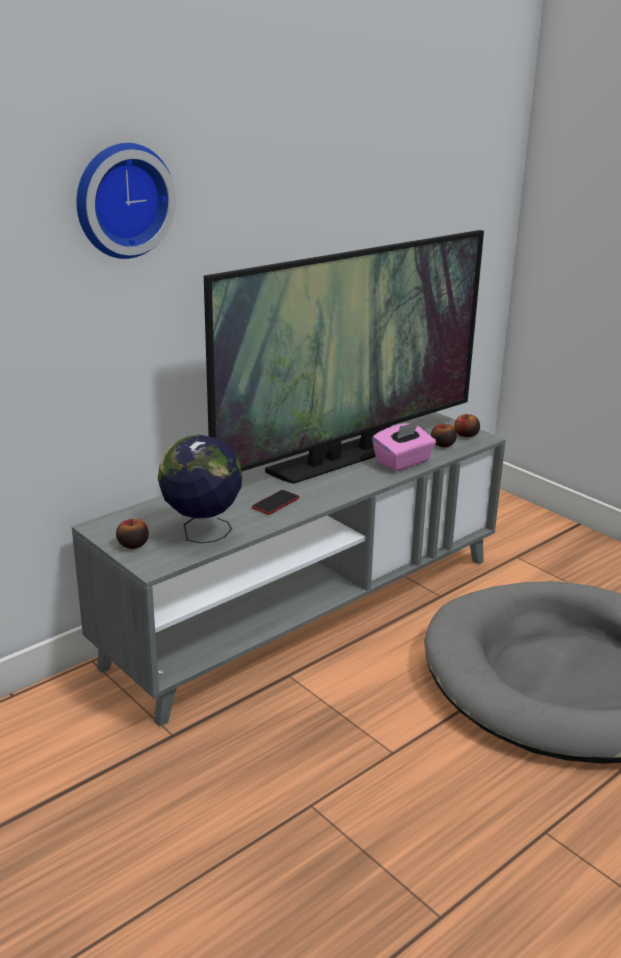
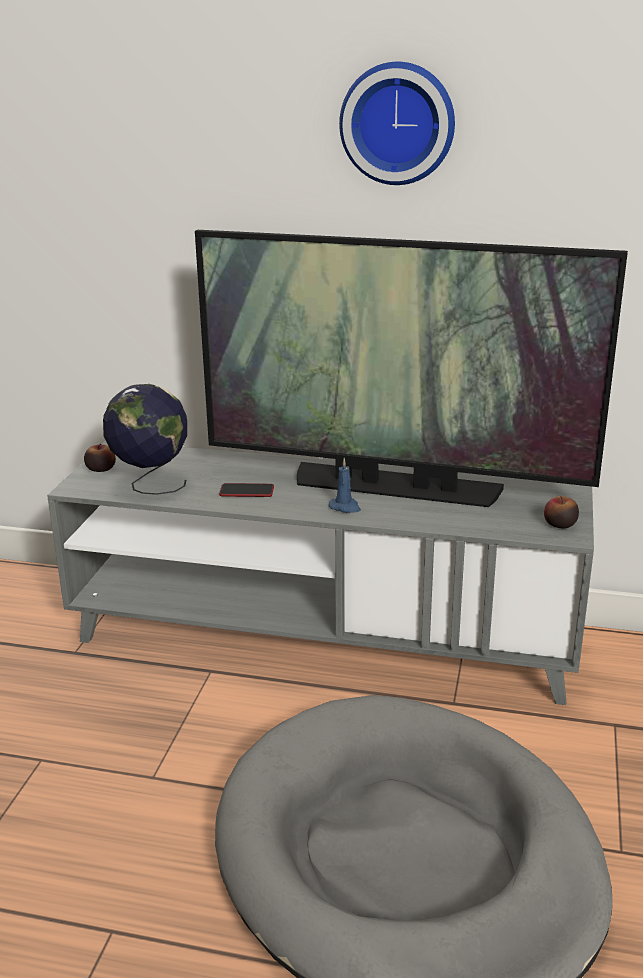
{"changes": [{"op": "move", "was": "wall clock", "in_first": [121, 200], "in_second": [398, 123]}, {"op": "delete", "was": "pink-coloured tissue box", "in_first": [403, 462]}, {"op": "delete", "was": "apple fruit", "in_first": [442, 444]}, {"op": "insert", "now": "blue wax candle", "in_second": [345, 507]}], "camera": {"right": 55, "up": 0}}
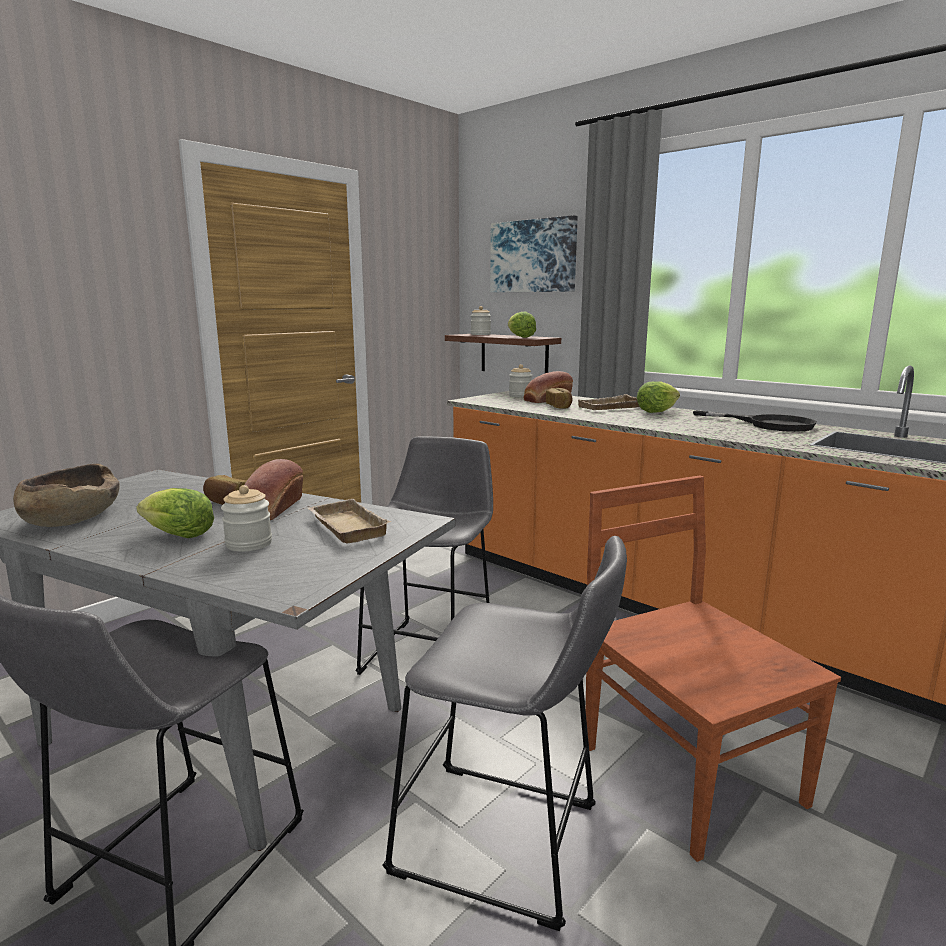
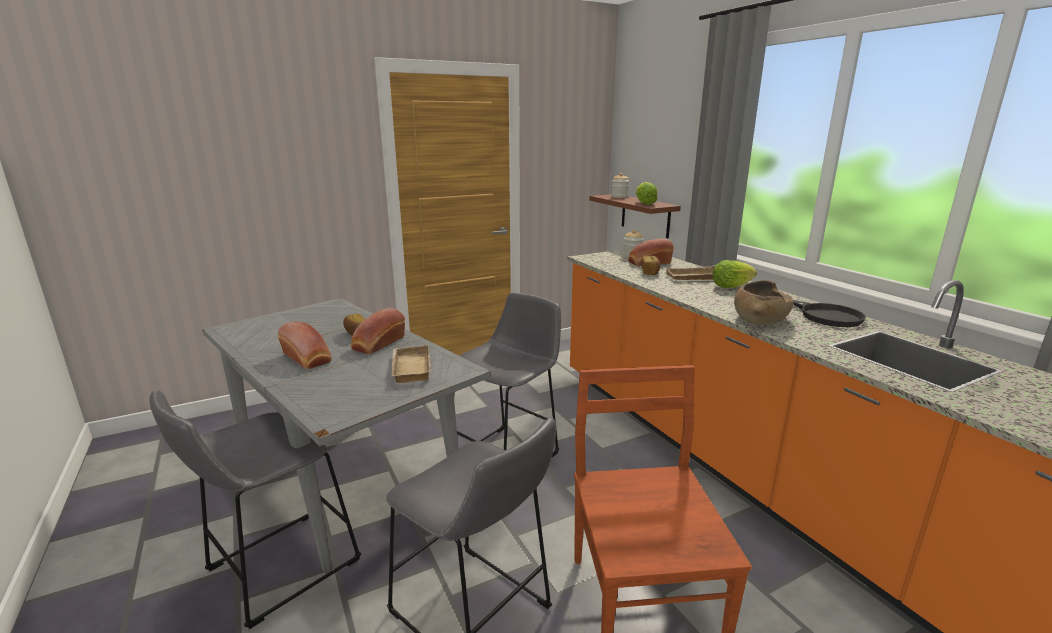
{"changes": [{"op": "delete", "was": "wall picture", "in_first": [533, 256]}, {"op": "move", "was": "brown-coloured deep dish", "in_first": [72, 517], "in_second": [760, 318]}, {"op": "delete", "was": "jar", "in_first": [249, 544]}, {"op": "replace", "was": "lettuce", "now": "bread", "in_first": [179, 535], "in_second": [308, 358]}], "camera": {"right": 20, "up": 5}}
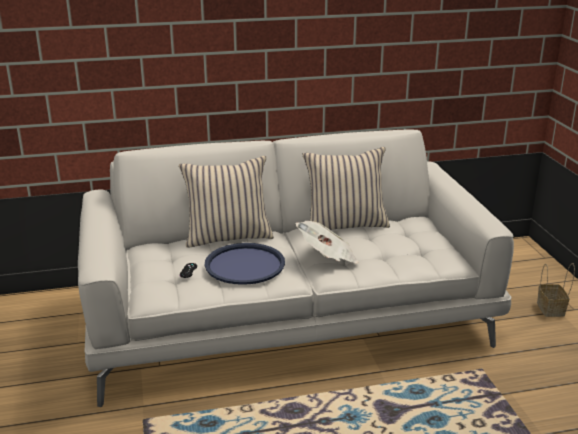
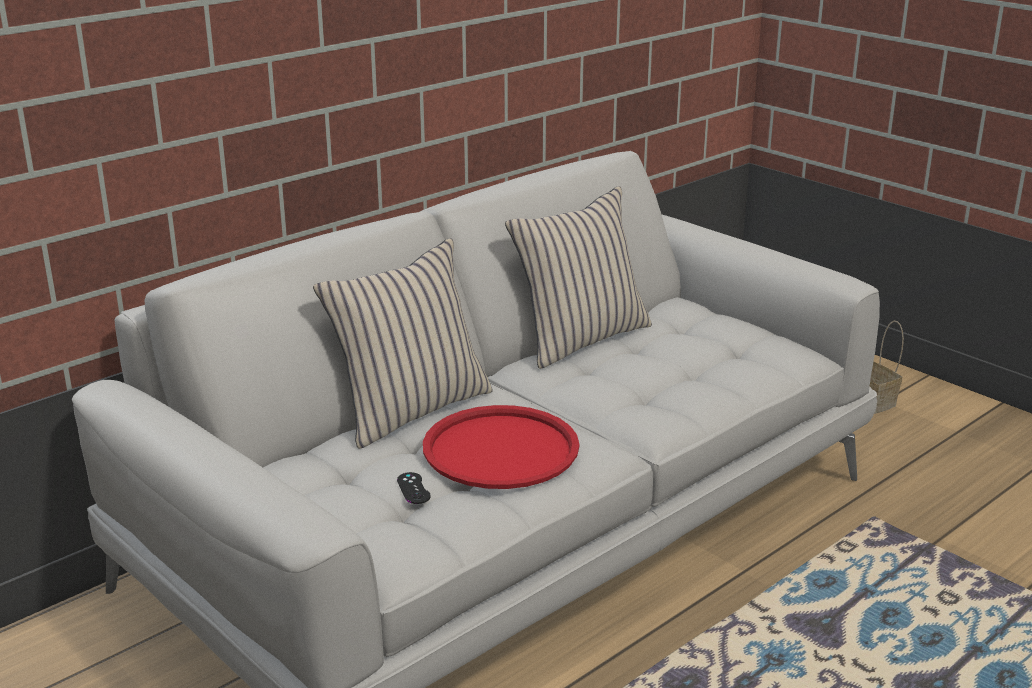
{"changes": [{"op": "delete", "was": "printed paper", "in_first": [327, 257]}, {"op": "recolor", "was": "blue serving tray", "now": "red serving tray", "in_first": [245, 265], "in_second": [501, 449]}], "camera": {"right": -30, "up": 0}}
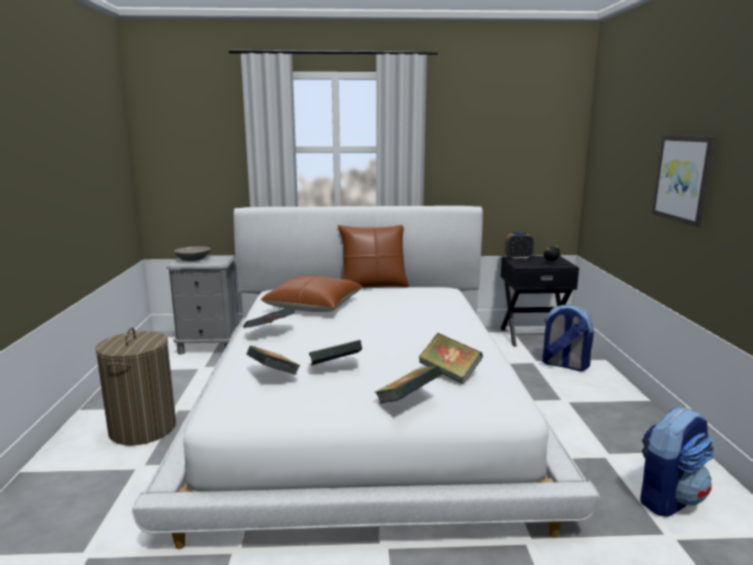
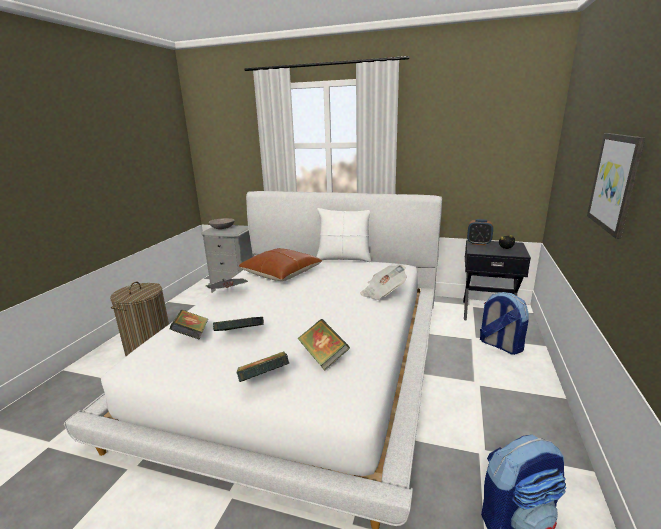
{"changes": [{"op": "recolor", "was": "brown-coloured pillow", "now": "white pillow", "in_first": [373, 286], "in_second": [344, 258]}, {"op": "insert", "now": "printed paper", "in_second": [383, 293]}], "camera": {"right": 20, "up": 5}}
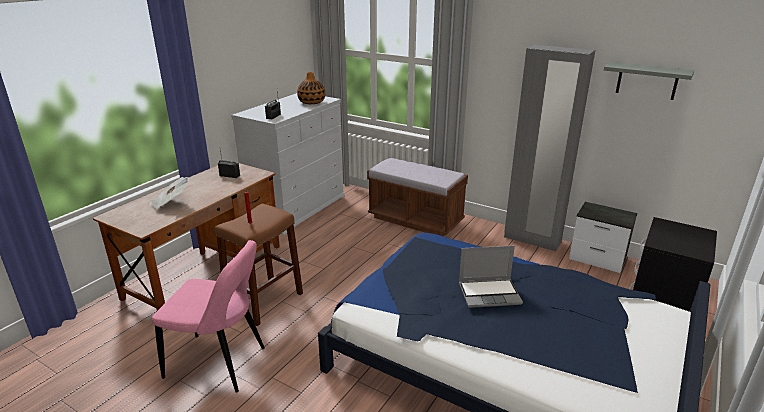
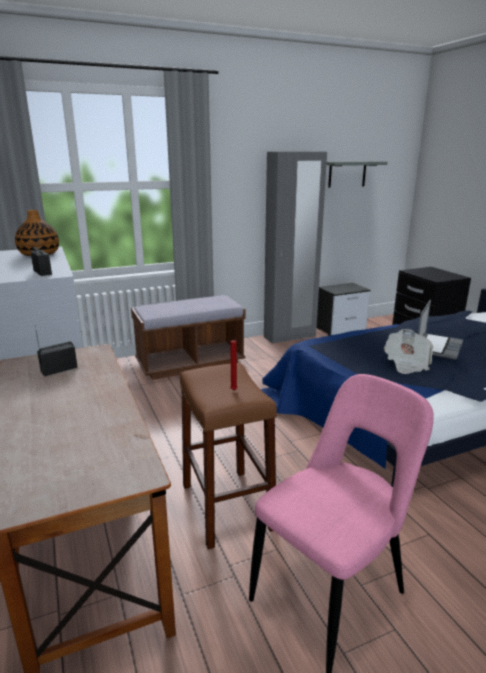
{"changes": [{"op": "move", "was": "printed paper", "in_first": [170, 203], "in_second": [406, 364]}], "camera": {"right": -55, "up": -5}}
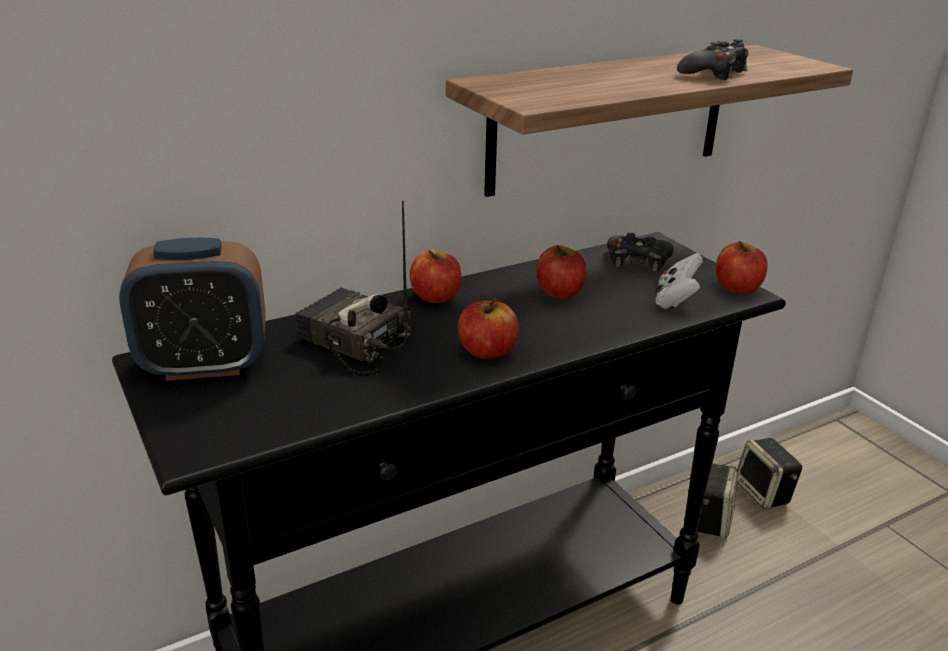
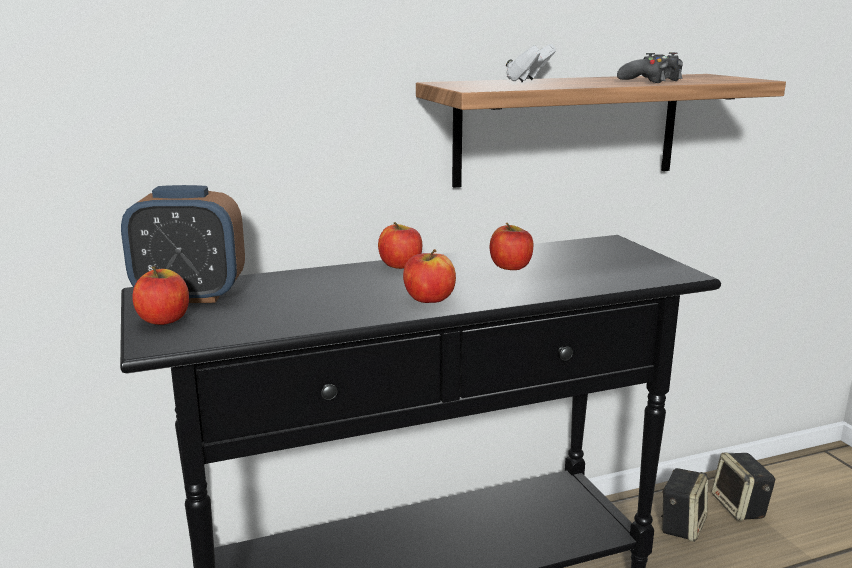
{"changes": [{"op": "delete", "was": "radio receiver", "in_first": [353, 343]}, {"op": "delete", "was": "black-coloured game controller", "in_first": [637, 261]}, {"op": "move", "was": "apple fruit", "in_first": [737, 288], "in_second": [164, 319]}, {"op": "move", "was": "white game controller", "in_first": [675, 300], "in_second": [529, 81]}], "camera": {"right": 10, "up": -10}}
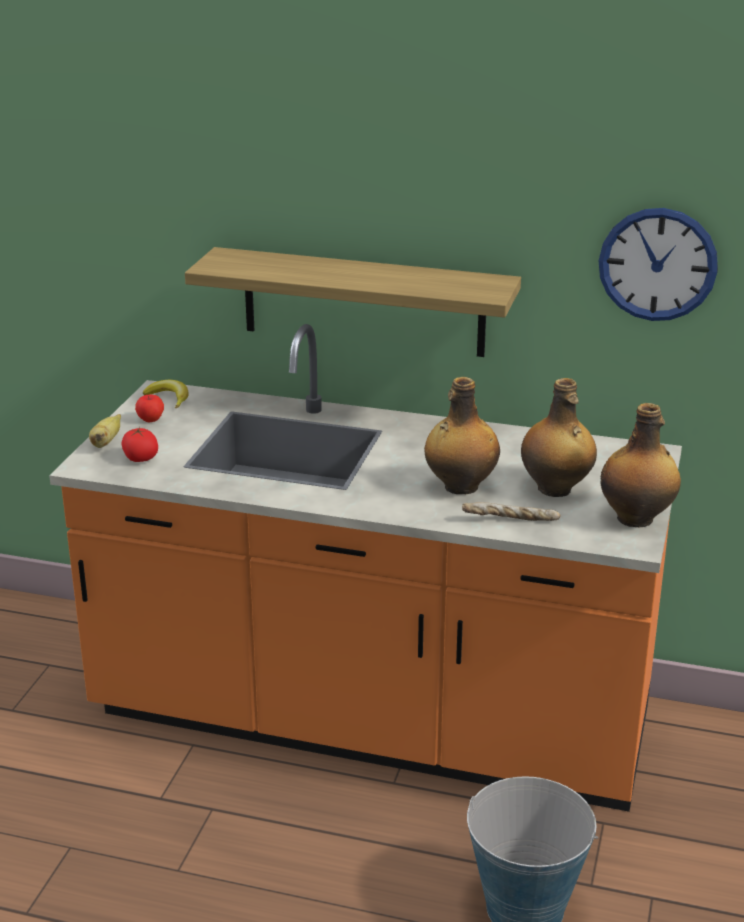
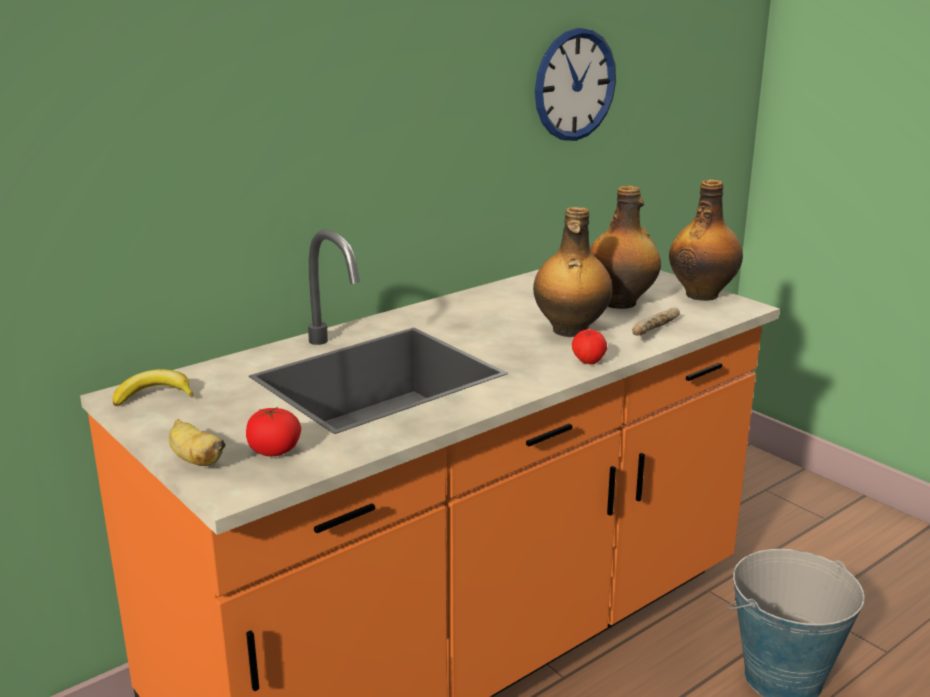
{"changes": [{"op": "delete", "was": "bracket shelf", "in_first": [363, 302]}, {"op": "move", "was": "apple fruit", "in_first": [150, 419], "in_second": [588, 361]}], "camera": {"right": -55, "up": -5}}
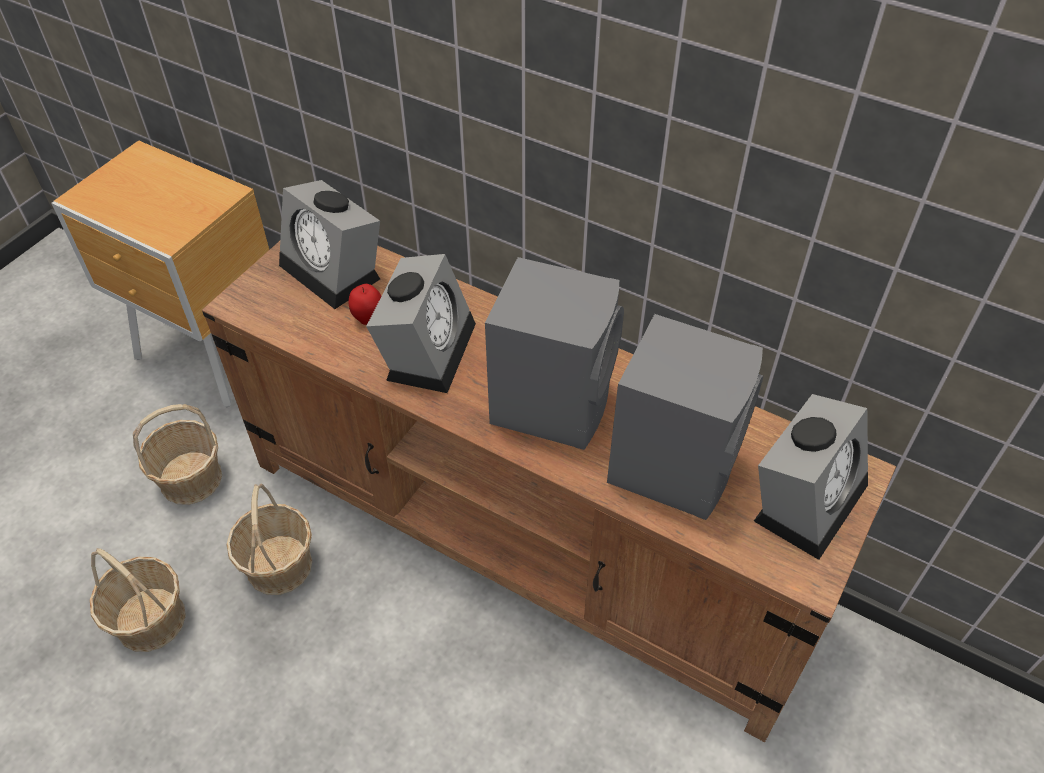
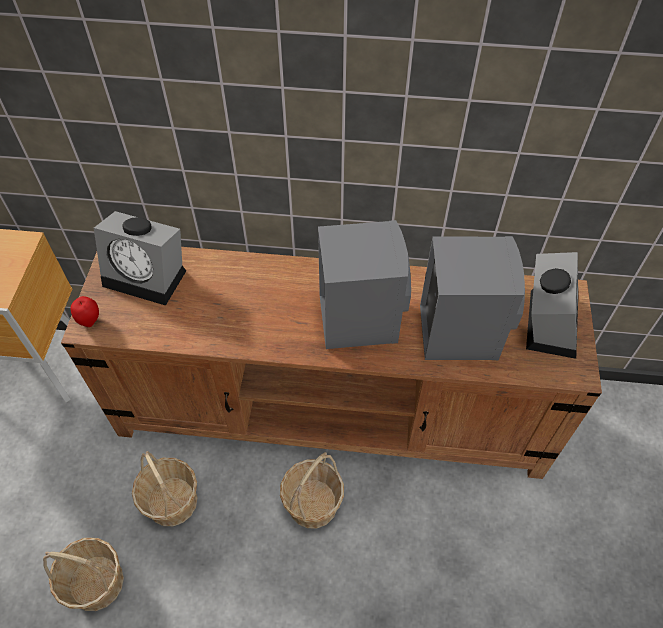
{"changes": [{"op": "delete", "was": "alarm clock", "in_first": [427, 347]}, {"op": "move", "was": "apple fruit", "in_first": [368, 318], "in_second": [90, 320]}, {"op": "move", "was": "storage basket", "in_first": [190, 479], "in_second": [312, 503]}], "camera": {"right": -25, "up": 5}}
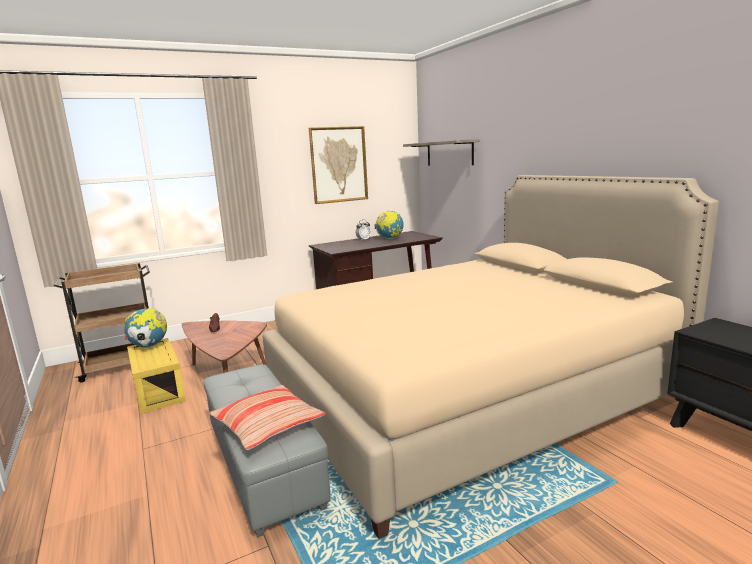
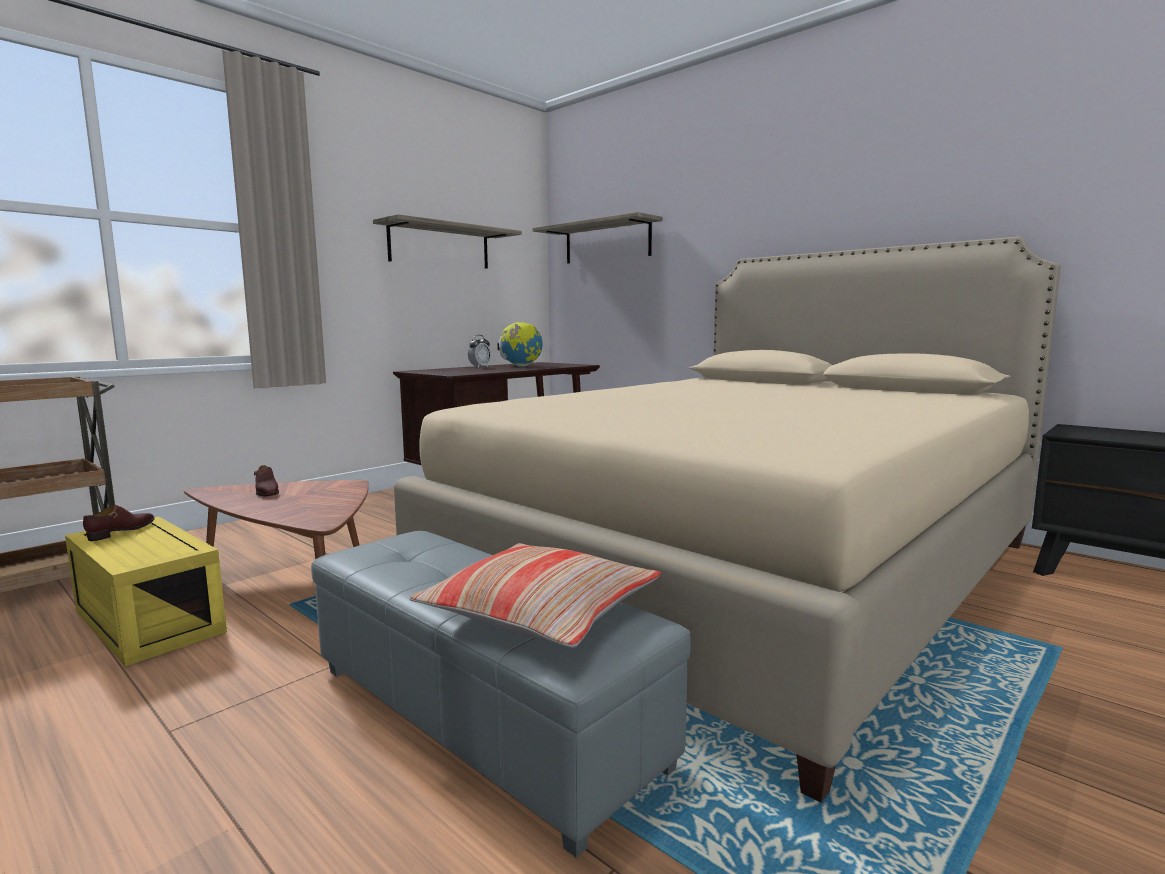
{"changes": [{"op": "replace", "was": "wall picture", "now": "bracket shelf", "in_first": [338, 164], "in_second": [440, 246]}, {"op": "replace", "was": "globe", "now": "brown-coloured item of footwear", "in_first": [149, 346], "in_second": [122, 531]}], "camera": {"right": -20, "up": -5}}
